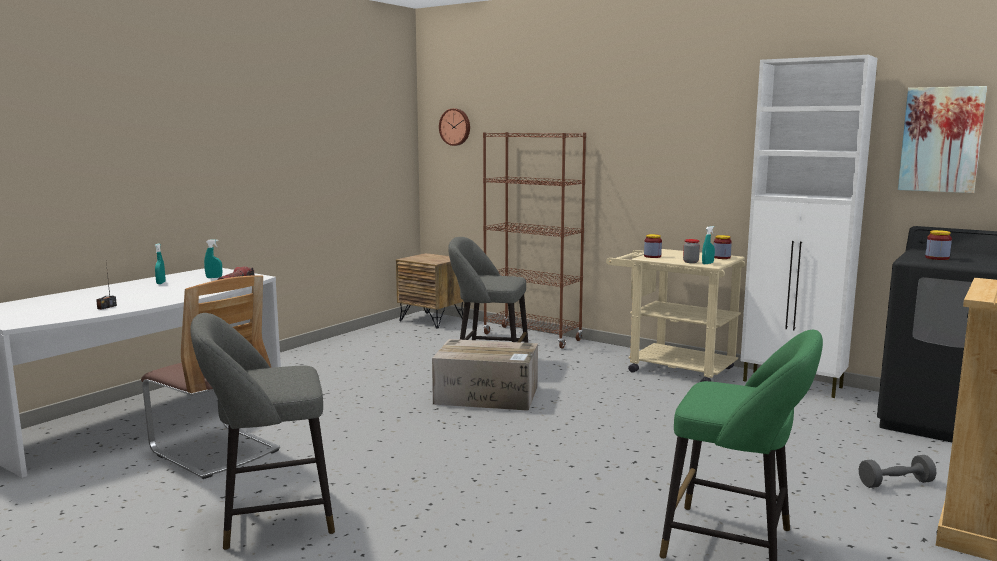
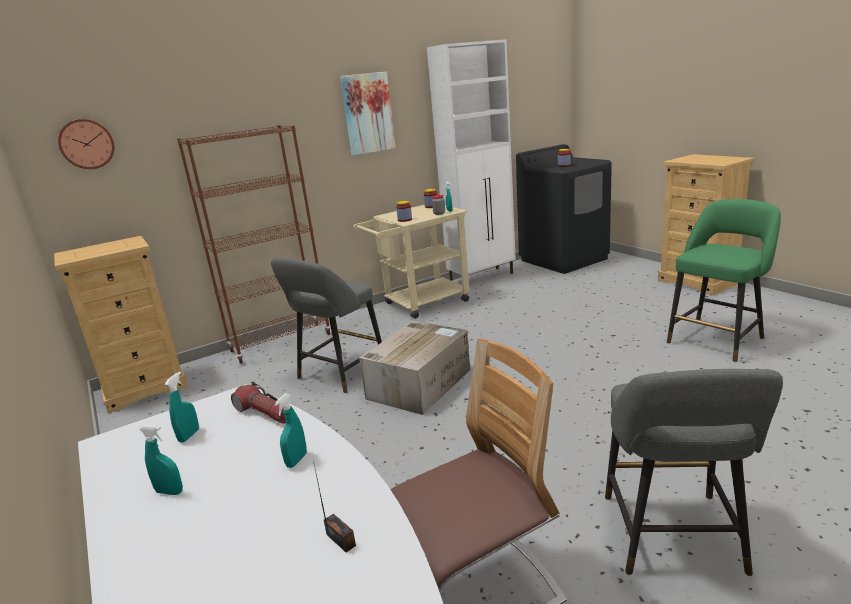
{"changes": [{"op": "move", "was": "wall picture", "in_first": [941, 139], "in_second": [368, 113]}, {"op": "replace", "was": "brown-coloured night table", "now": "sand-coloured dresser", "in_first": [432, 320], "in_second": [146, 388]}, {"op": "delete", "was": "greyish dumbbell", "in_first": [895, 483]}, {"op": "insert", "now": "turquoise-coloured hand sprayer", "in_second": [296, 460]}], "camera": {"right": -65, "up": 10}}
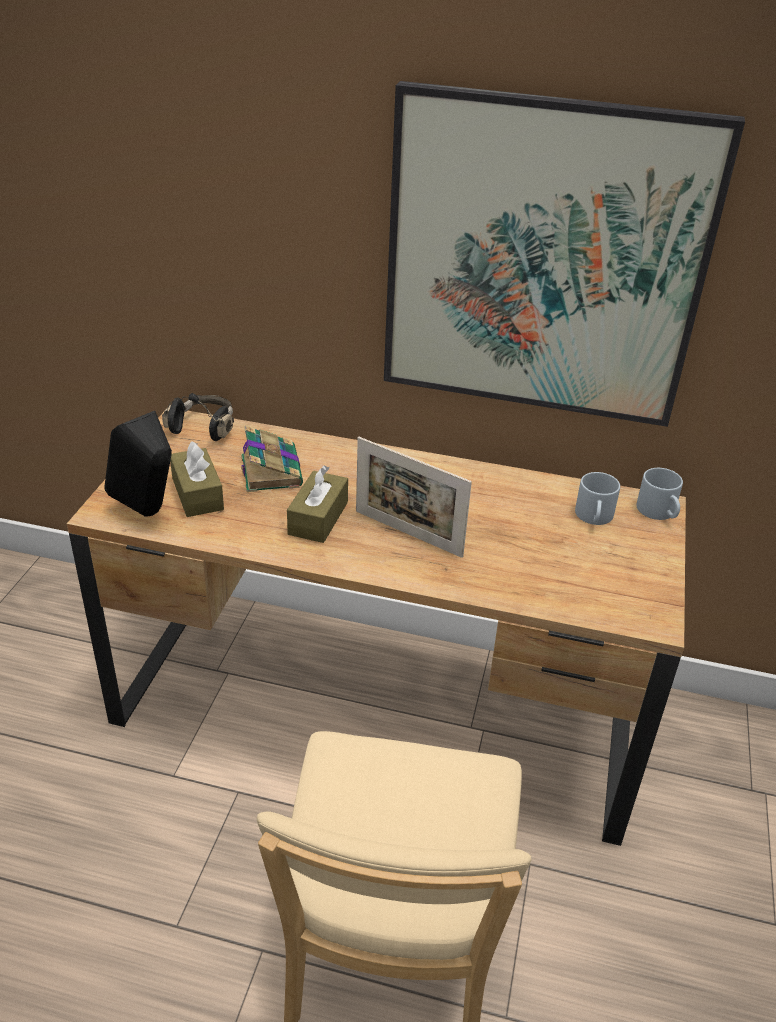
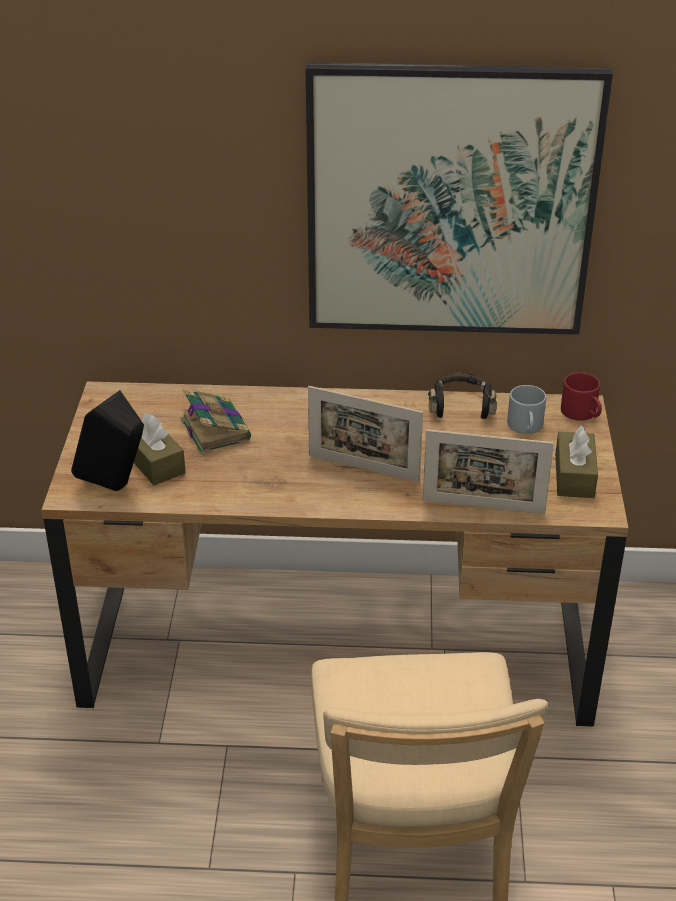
{"changes": [{"op": "move", "was": "black-coloured headset", "in_first": [204, 427], "in_second": [461, 406]}, {"op": "move", "was": "brown-coloured tissue box", "in_first": [318, 518], "in_second": [574, 476]}, {"op": "recolor", "was": "greyish coffee mug", "now": "red coffee mug", "in_first": [659, 512], "in_second": [583, 413]}, {"op": "insert", "now": "picture frame", "in_second": [483, 507]}], "camera": {"right": -10, "up": 0}}
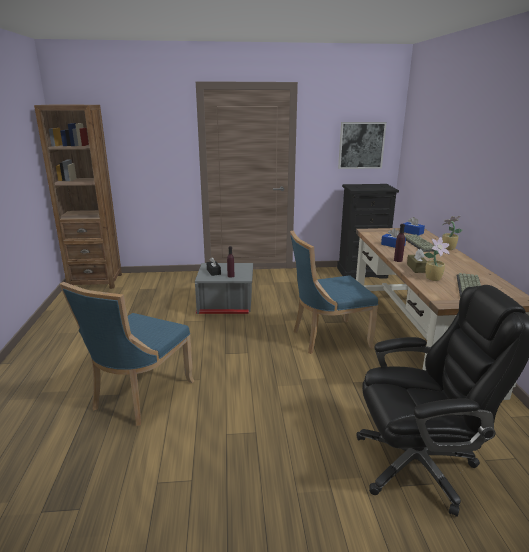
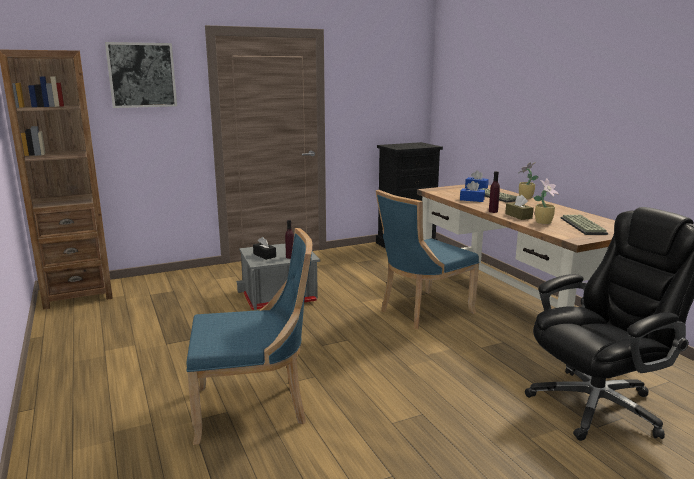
{"changes": [{"op": "move", "was": "wall picture", "in_first": [361, 145], "in_second": [142, 75]}, {"op": "rotate", "was": "blue plain chair", "in_first": [139, 396], "in_second": [255, 408], "clockwise": -105}], "camera": {"right": -20, "up": -5}}
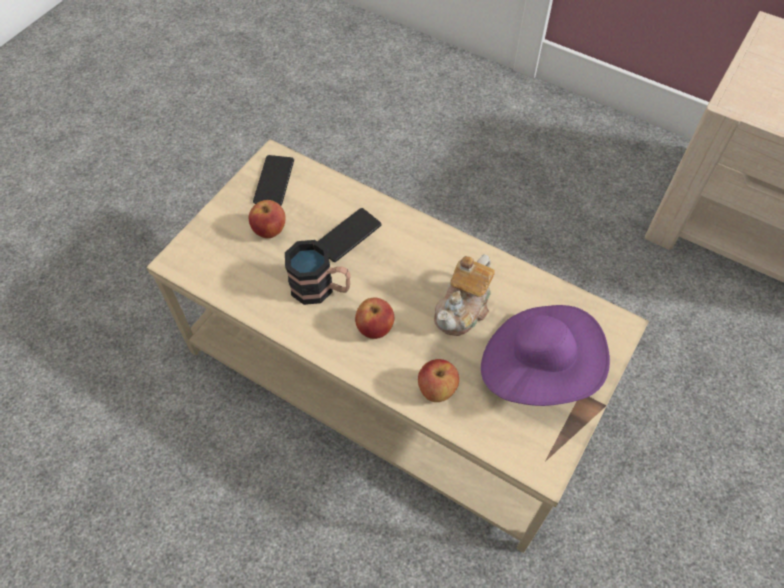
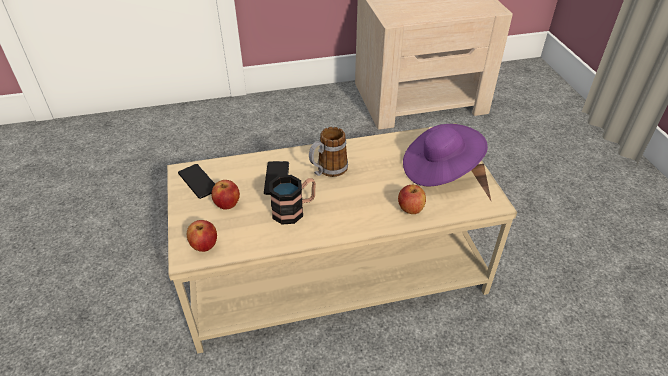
{"changes": [{"op": "delete", "was": "pot for tea", "in_first": [463, 309]}, {"op": "move", "was": "apple fruit", "in_first": [375, 328], "in_second": [204, 245]}, {"op": "insert", "now": "coffee mug", "in_second": [327, 170]}], "camera": {"right": -45, "up": -15}}
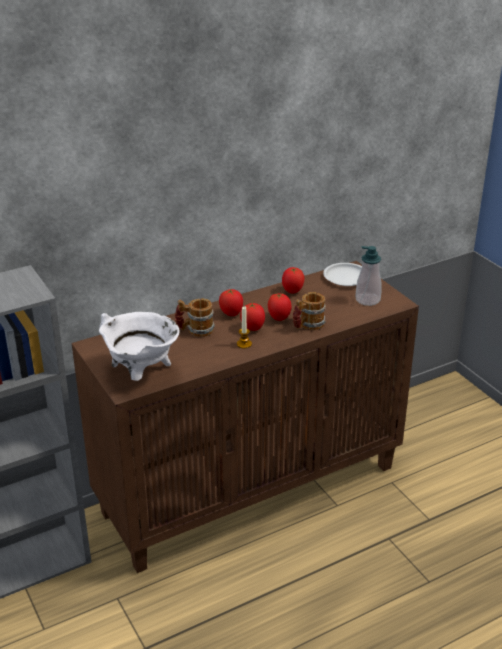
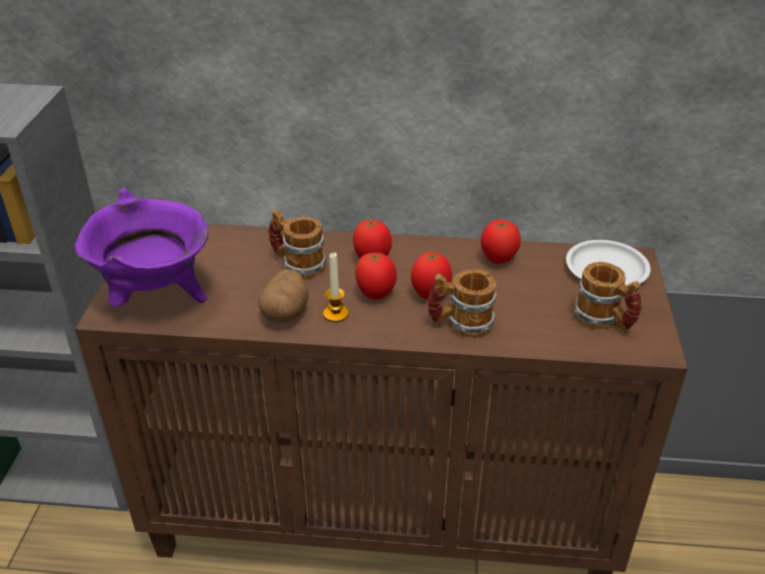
{"changes": [{"op": "replace", "was": "soap bottle", "now": "coffee mug", "in_first": [367, 300], "in_second": [604, 321]}, {"op": "recolor", "was": "white saucepot", "now": "purple-coloured saucepot", "in_first": [141, 374], "in_second": [157, 298]}, {"op": "insert", "now": "spud", "in_second": [285, 312]}], "camera": {"right": 35, "up": 5}}
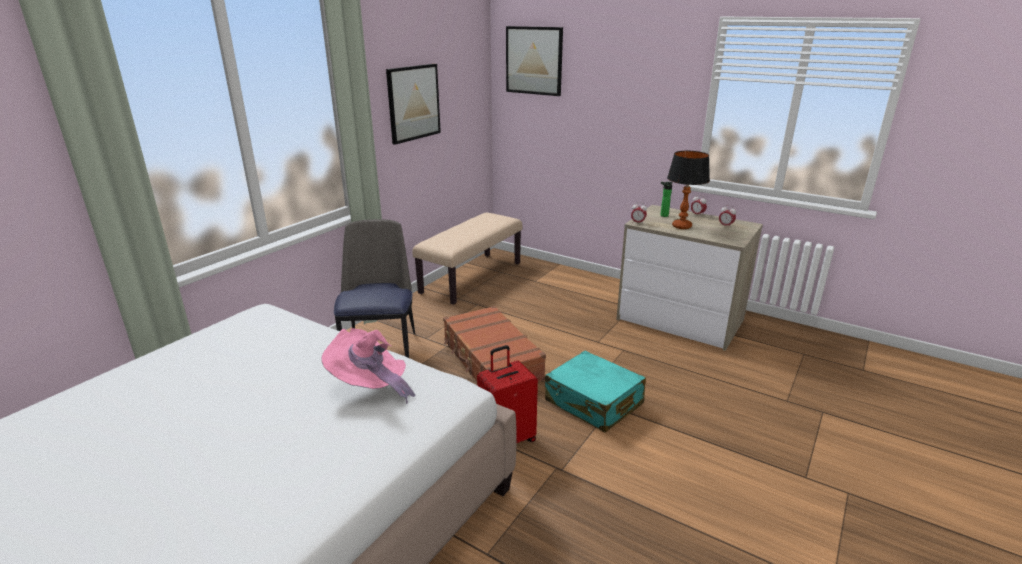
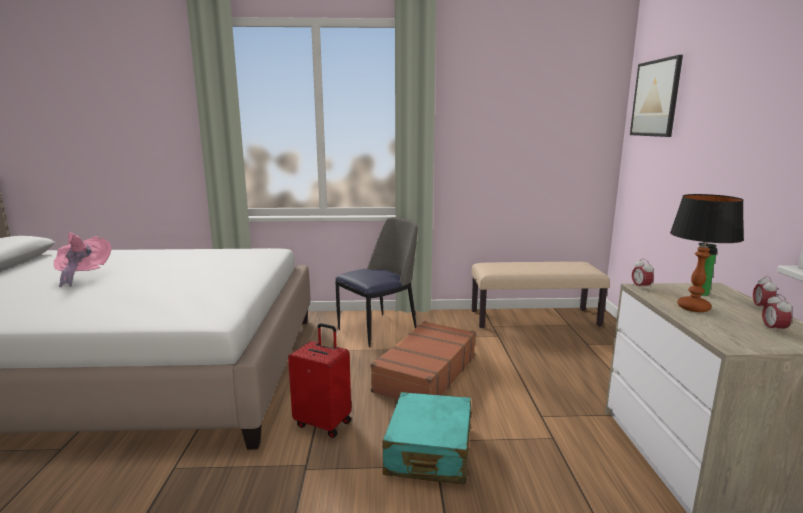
{"changes": [{"op": "delete", "was": "wall picture", "in_first": [413, 103]}, {"op": "move", "was": "pink-coloured wearable hat", "in_first": [370, 386], "in_second": [83, 275]}], "camera": {"right": 55, "up": -10}}
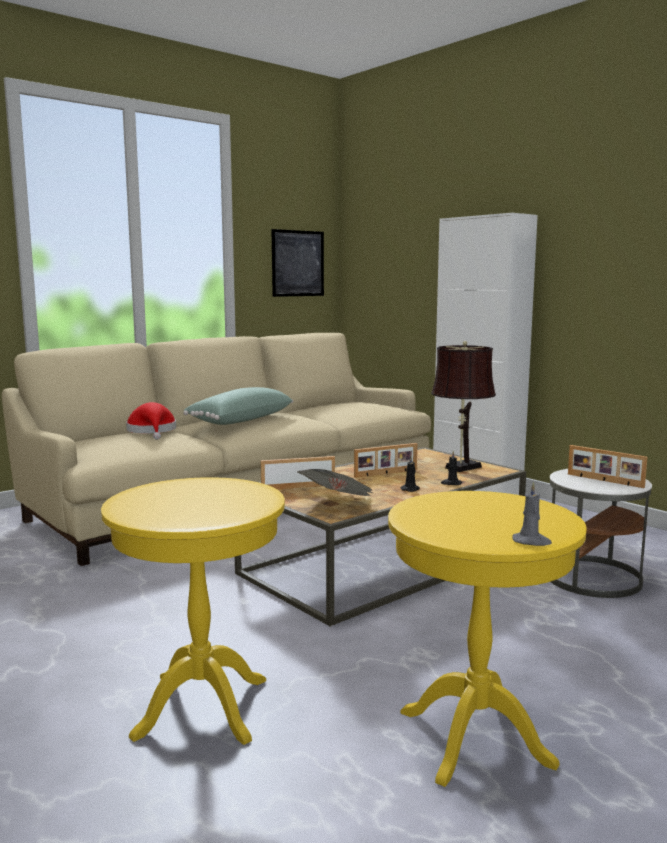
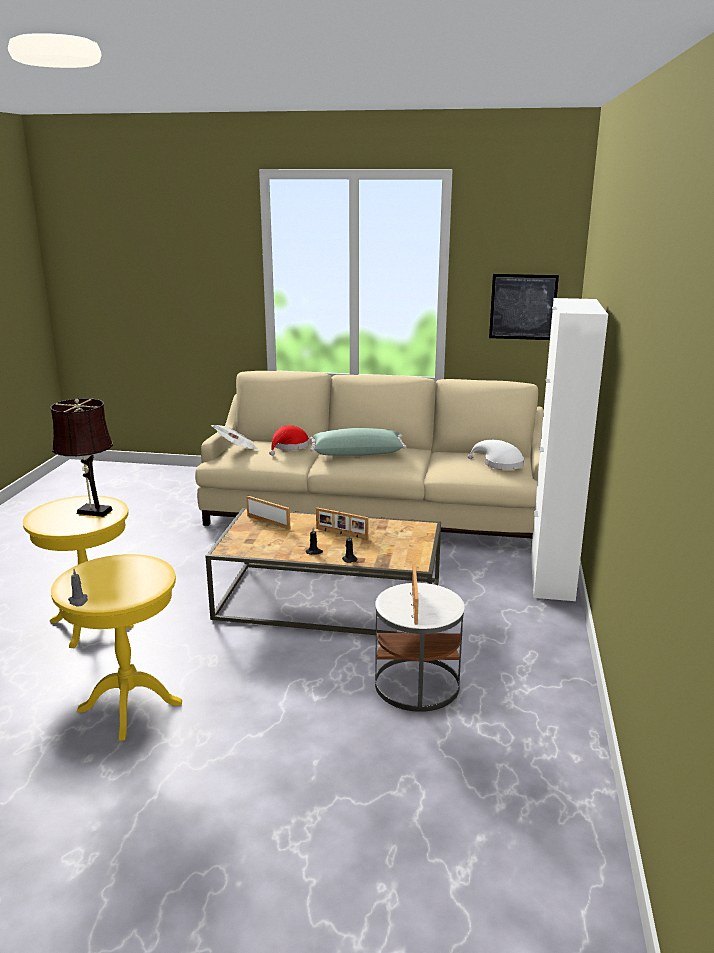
{"changes": [{"op": "move", "was": "brown-coloured lamp for a table", "in_first": [460, 468], "in_second": [91, 511]}, {"op": "move", "was": "printed paper", "in_first": [339, 504], "in_second": [236, 449]}, {"op": "insert", "now": "white wearable hat", "in_second": [499, 464]}], "camera": {"right": 50, "up": 10}}
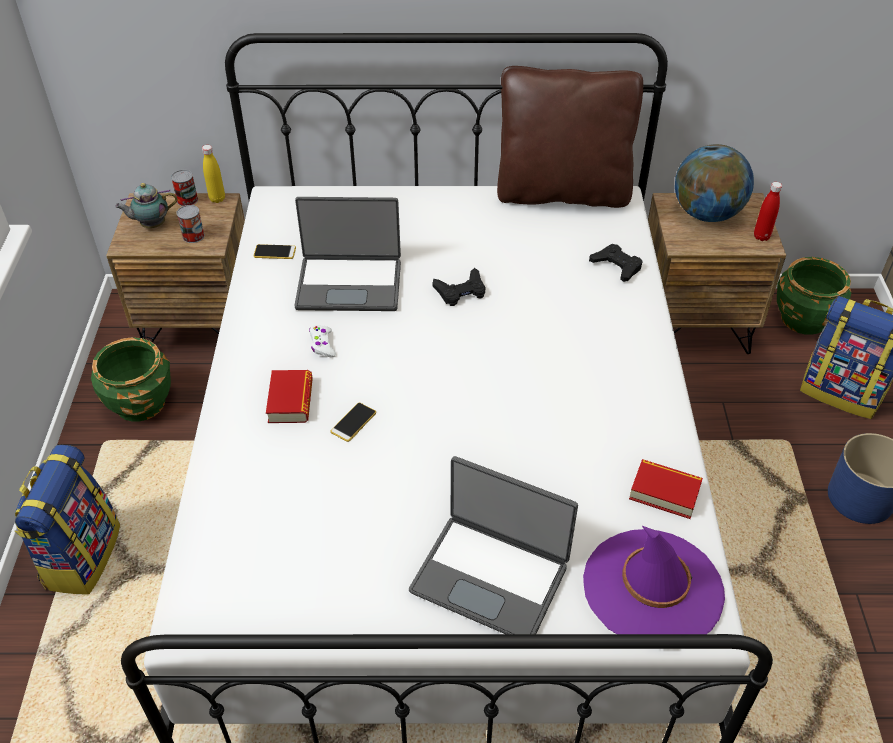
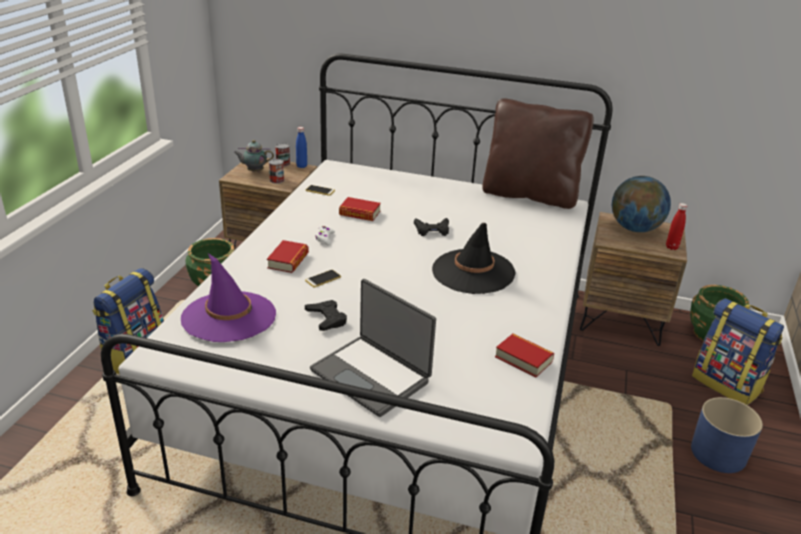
{"changes": [{"op": "recolor", "was": "yellowish drink bottle", "now": "blue drink bottle", "in_first": [217, 199], "in_second": [301, 166]}, {"op": "replace", "was": "portable computer", "now": "volume", "in_first": [349, 284], "in_second": [359, 213]}, {"op": "move", "was": "black-coloured game controller", "in_first": [616, 266], "in_second": [326, 318]}, {"op": "move", "was": "purple-coloured wearable hat", "in_first": [652, 587], "in_second": [229, 317]}, {"op": "insert", "now": "black-coloured wearable hat", "in_second": [473, 272]}], "camera": {"right": 15, "up": -15}}
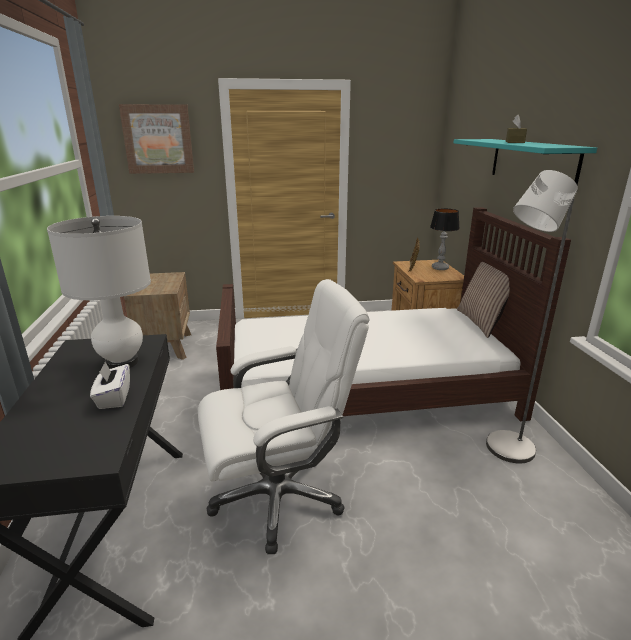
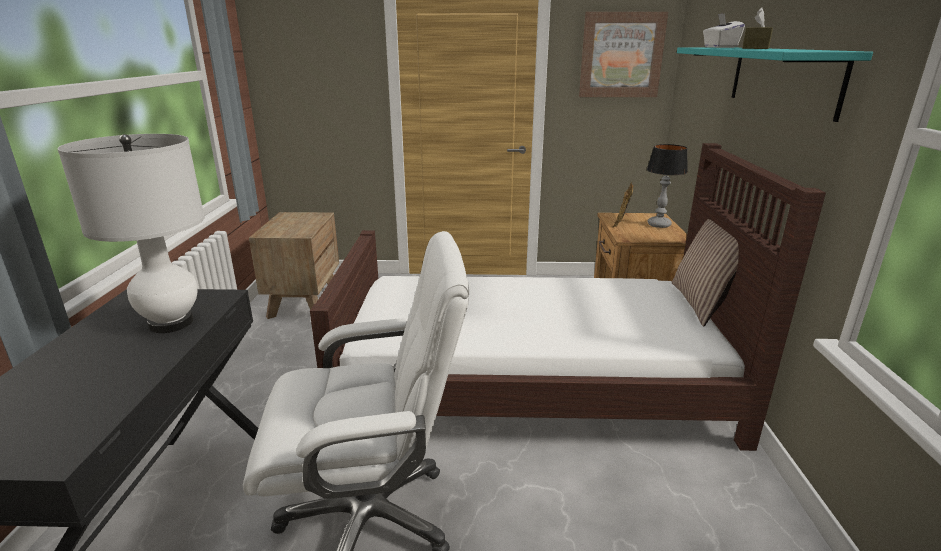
{"changes": [{"op": "move", "was": "wall picture", "in_first": [158, 139], "in_second": [621, 55]}, {"op": "delete", "was": "greyish standing lamp", "in_first": [503, 450]}, {"op": "move", "was": "white tissue box", "in_first": [113, 398], "in_second": [719, 47]}], "camera": {"right": 10, "up": 0}}
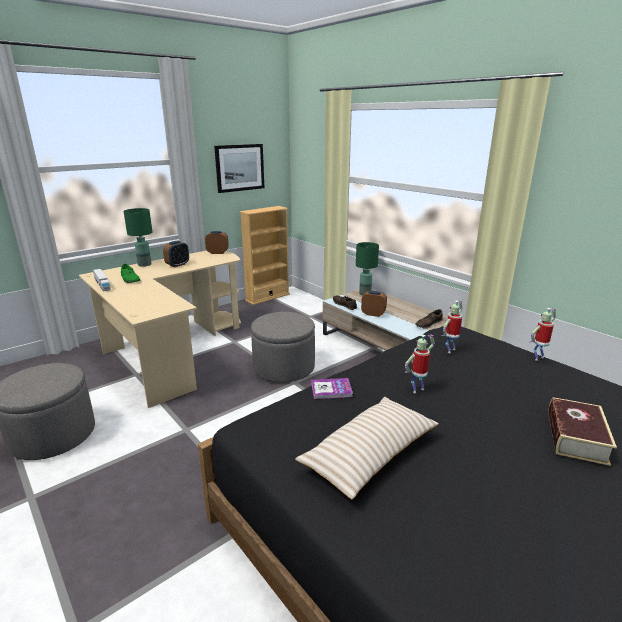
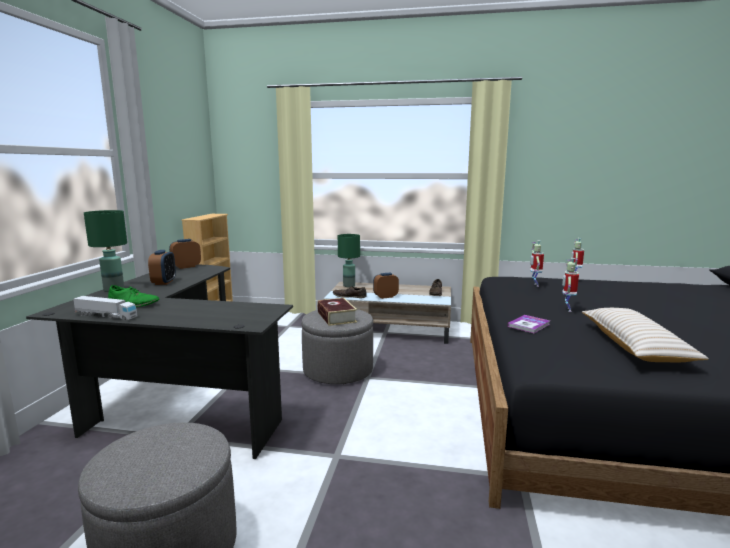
{"changes": [{"op": "delete", "was": "wall picture", "in_first": [239, 167]}, {"op": "recolor", "was": "sand-coloured desk table", "now": "black-coloured desk table", "in_first": [170, 350], "in_second": [178, 399]}, {"op": "move", "was": "volume", "in_first": [576, 437], "in_second": [336, 317]}], "camera": {"right": -40, "up": -10}}
